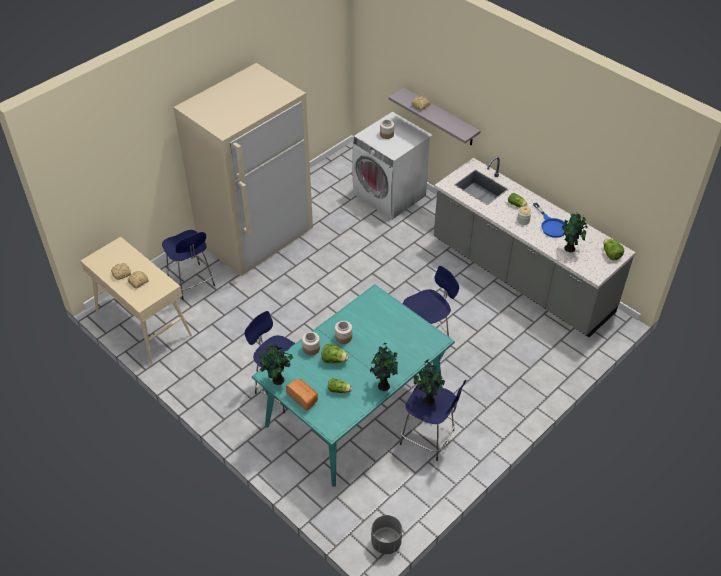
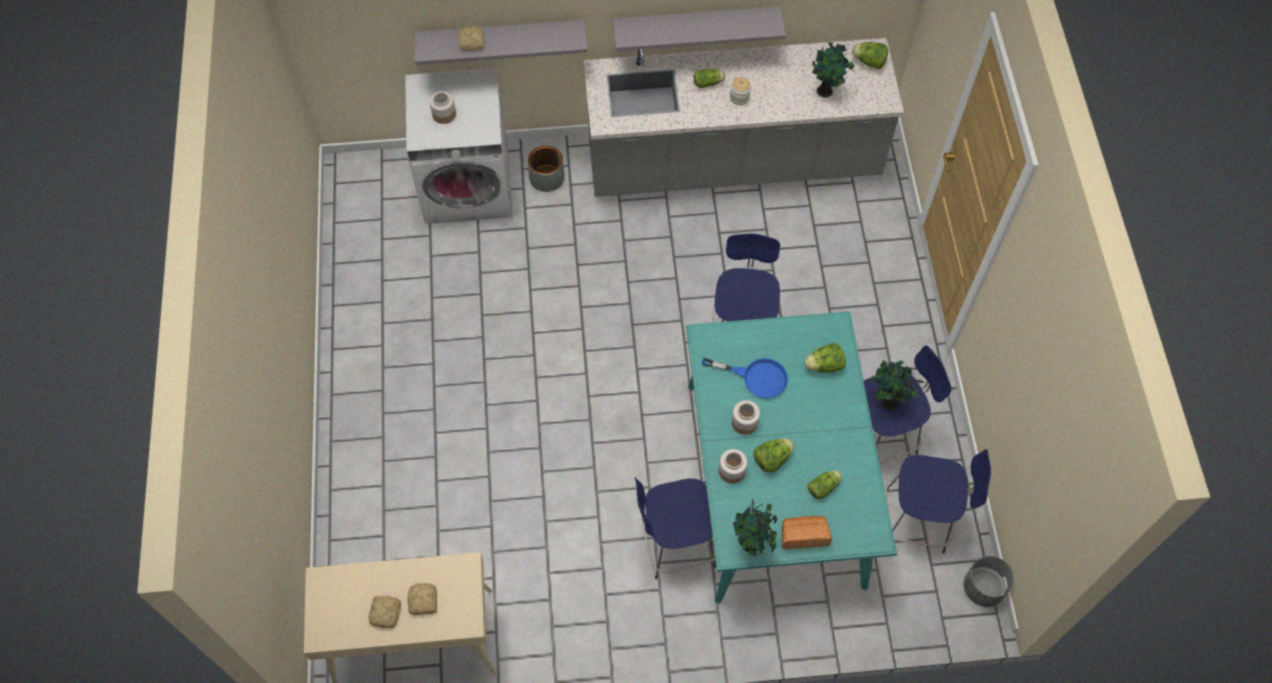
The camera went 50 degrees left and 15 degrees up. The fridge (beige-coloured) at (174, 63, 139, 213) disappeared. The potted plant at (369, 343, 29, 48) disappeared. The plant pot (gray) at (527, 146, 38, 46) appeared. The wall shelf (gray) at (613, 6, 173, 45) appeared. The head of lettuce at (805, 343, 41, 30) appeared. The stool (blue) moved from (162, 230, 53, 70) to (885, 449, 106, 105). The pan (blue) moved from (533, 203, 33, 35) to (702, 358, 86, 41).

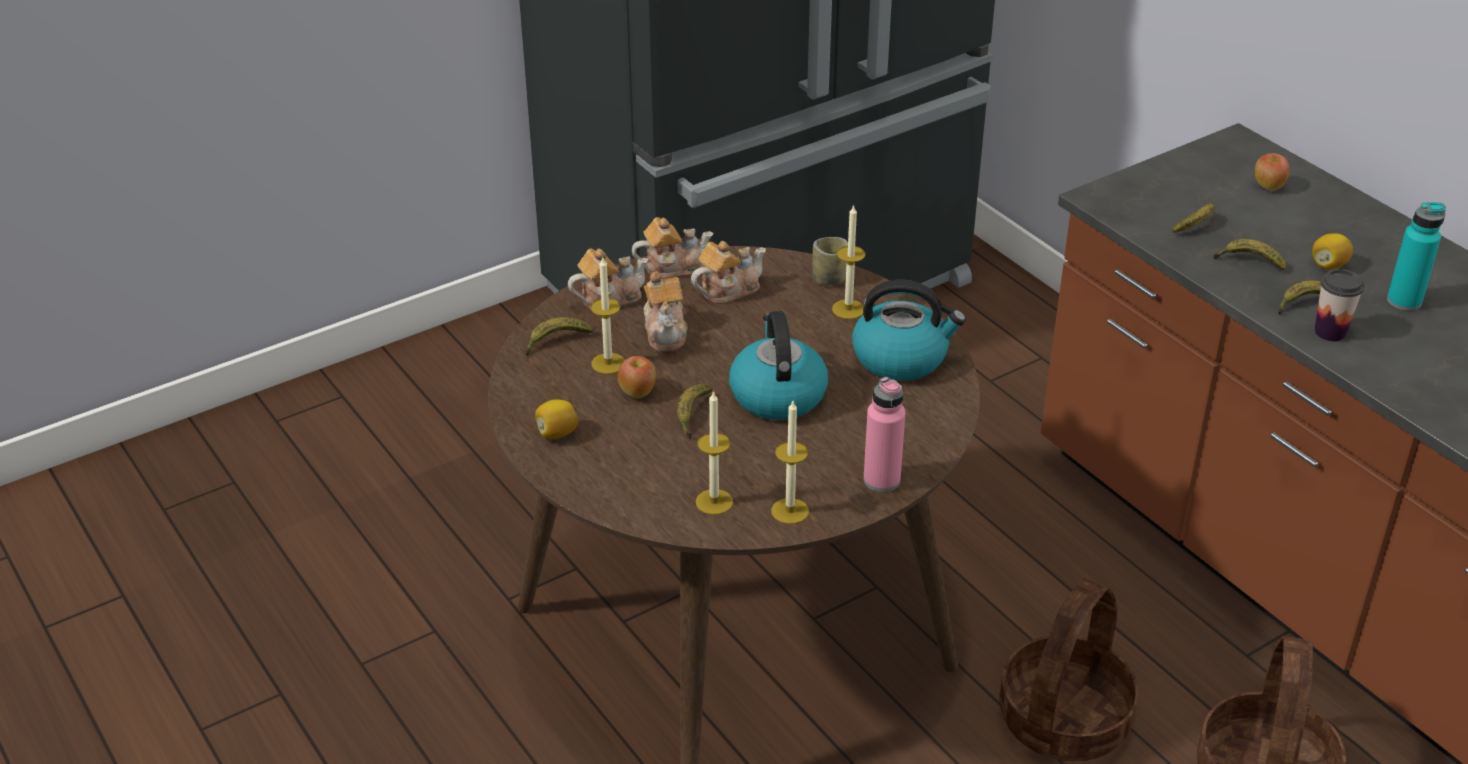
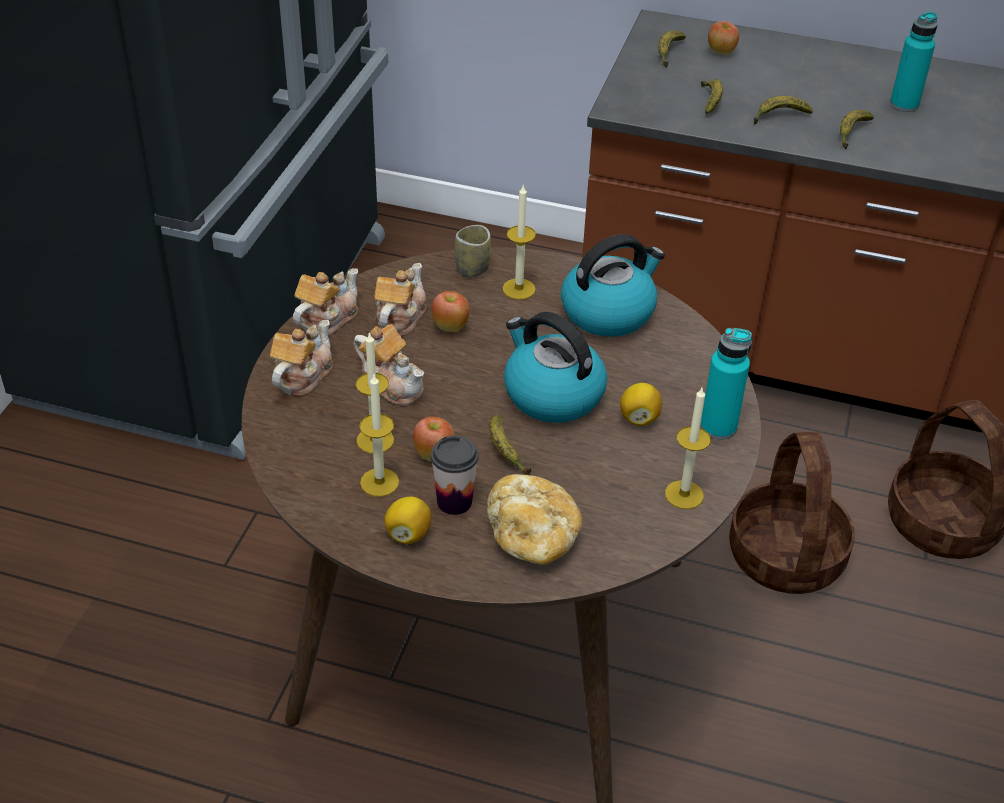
The camera went 40 degrees left and 5 degrees up. The whole apple at (432, 291, 38, 41) appeared. The bakery bread at (487, 474, 95, 91) appeared. The banana moved from (525, 317, 68, 39) to (658, 31, 28, 36). The candle moved from (696, 391, 37, 124) to (359, 375, 40, 122). The whole lemon moved from (1312, 233, 41, 37) to (620, 383, 42, 43). The cup moved from (1315, 269, 49, 73) to (431, 435, 48, 80). The drink bottle (pink) at (863, 377, 43, 115) became the drink bottle (turquoise) at (700, 328, 52, 112).

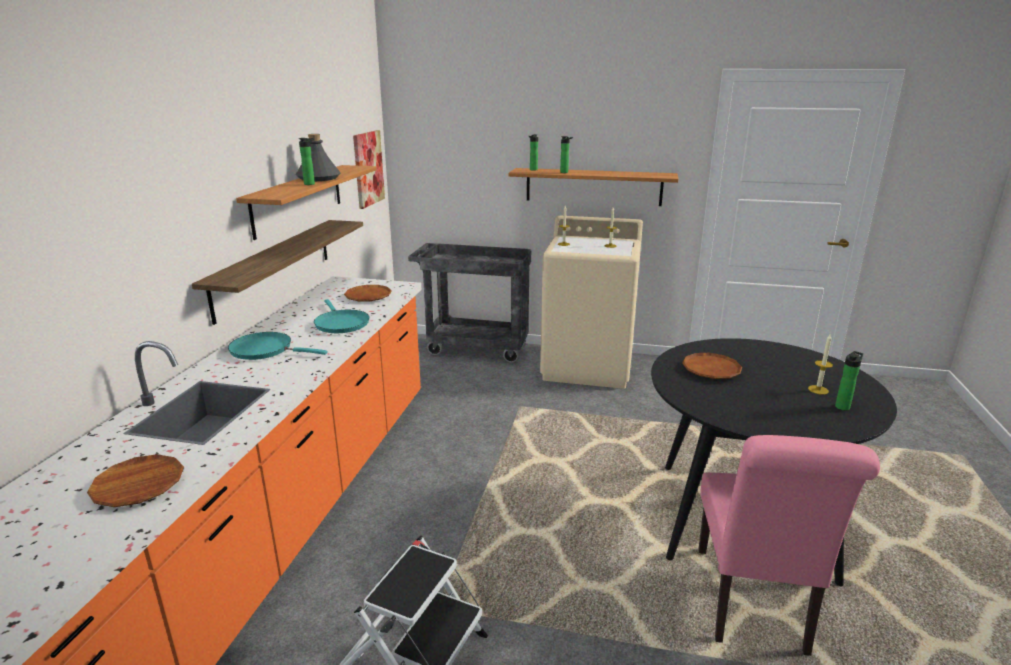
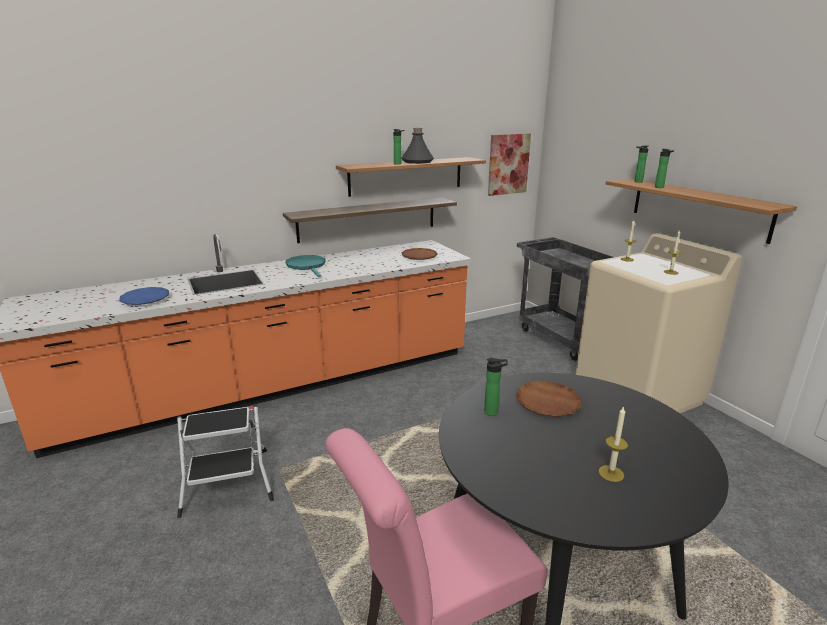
The camera went 50 degrees right and 0 degrees up. The pan (turquoise) at (314, 299, 55, 34) disappeared. The drink bottle moved from (835, 351, 28, 60) to (484, 358, 24, 58). The dinner plate (brown) at (87, 454, 97, 53) became the dinner plate (blue) at (119, 287, 50, 18).

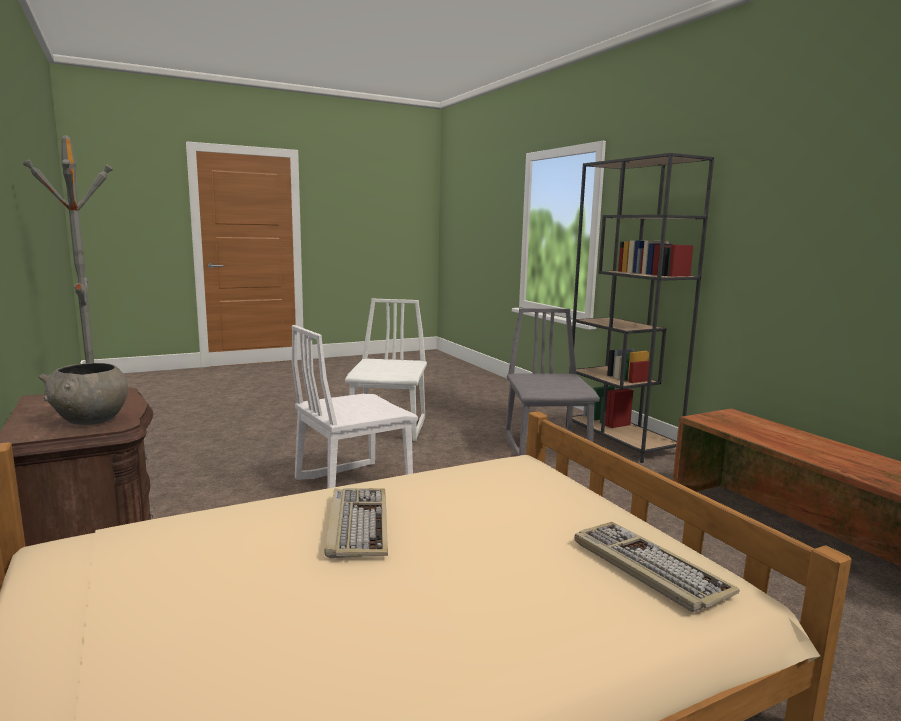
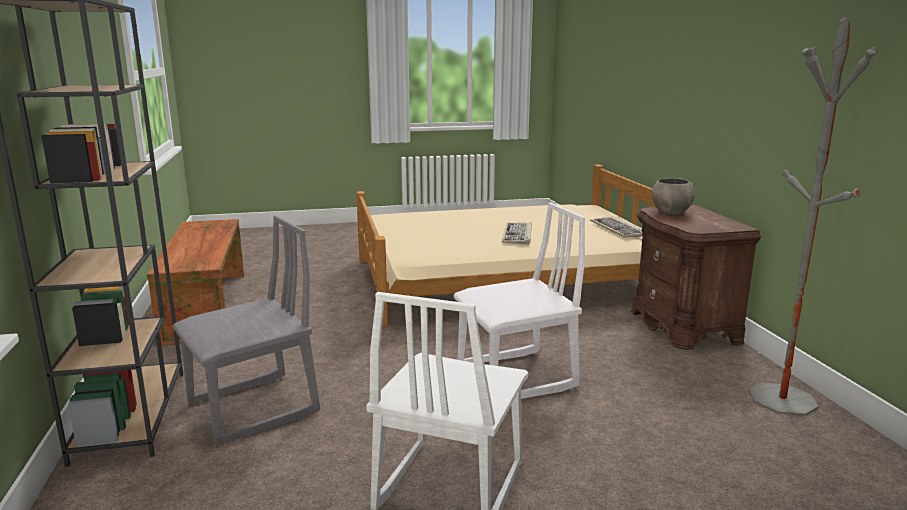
The camera went 165 degrees left and 5 degrees up. The computer keyboard moved from (574, 522, 166, 91) to (590, 216, 53, 22). The chair (gray) at (505, 308, 95, 148) turned 135 degrees counterclockwise.

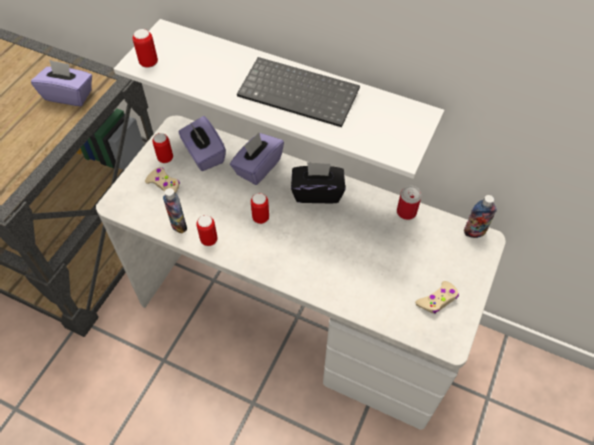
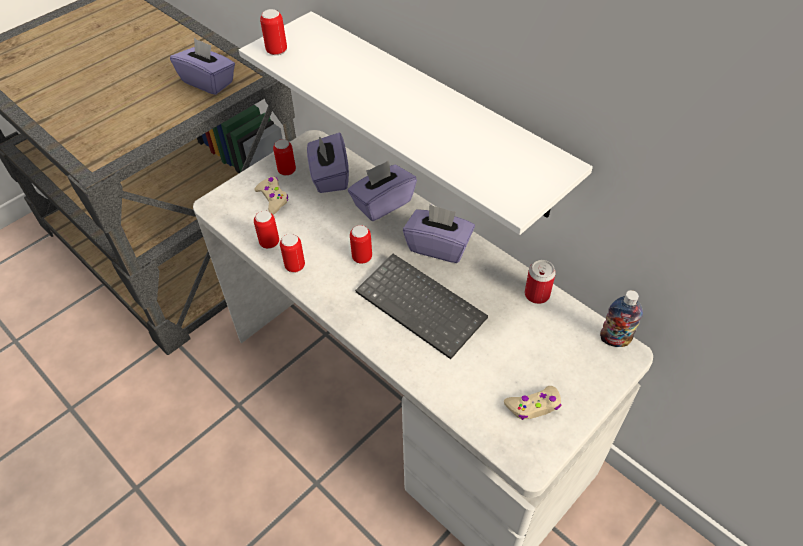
The camera went 20 degrees right and 5 degrees down. The computer keyboard moved from (237, 57, 123, 70) to (355, 254, 133, 105). The drink bottle at (163, 188, 24, 45) was replaced by the metal can at (254, 211, 25, 38). The box of tissues (black-coloured) at (291, 162, 54, 42) became the box of tissues (purplish) at (403, 204, 72, 59).

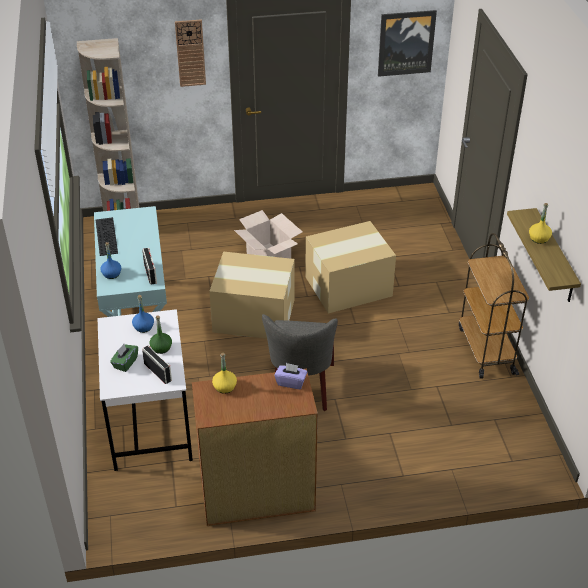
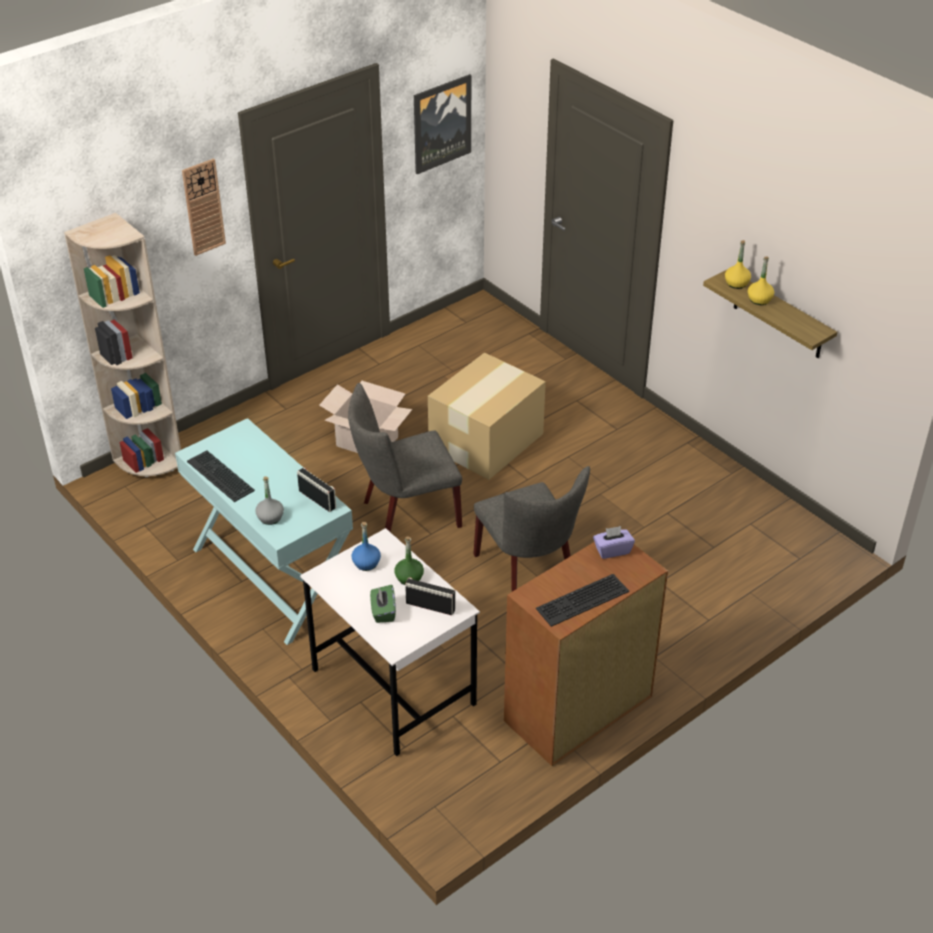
The camera went 30 degrees left and 0 degrees up. The trolley (brown) at (459, 233, 70, 146) disappeared. The computer keyboard at (536, 574, 93, 53) appeared. The drink bottle (yellowish) moved from (212, 353, 25, 41) to (725, 240, 26, 49). The cardboard box at (209, 251, 86, 88) was replaced by the chair (gray) at (348, 383, 114, 149). The drink bottle (blue) at (100, 242, 21, 37) became the drink bottle (gray) at (255, 476, 29, 49).

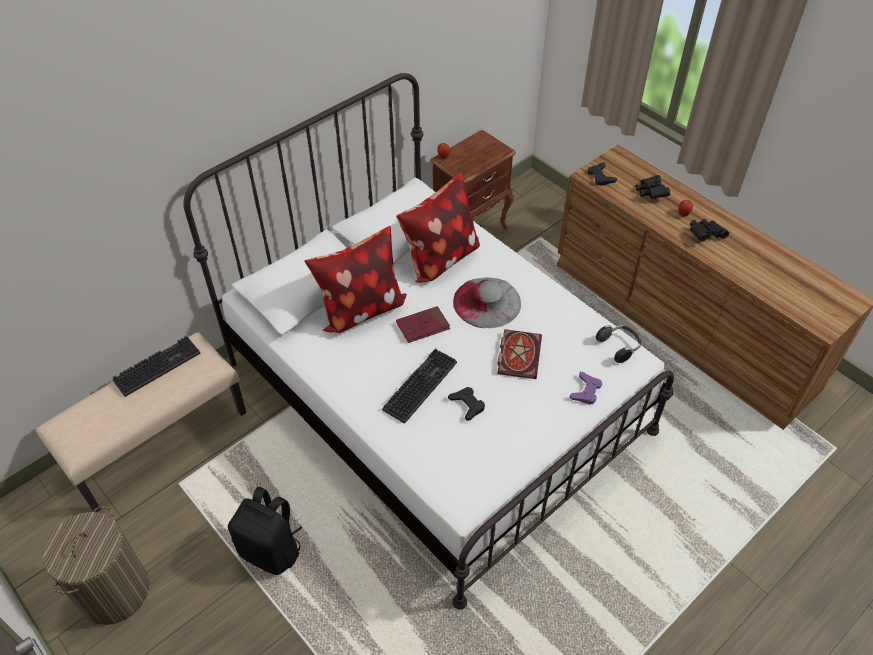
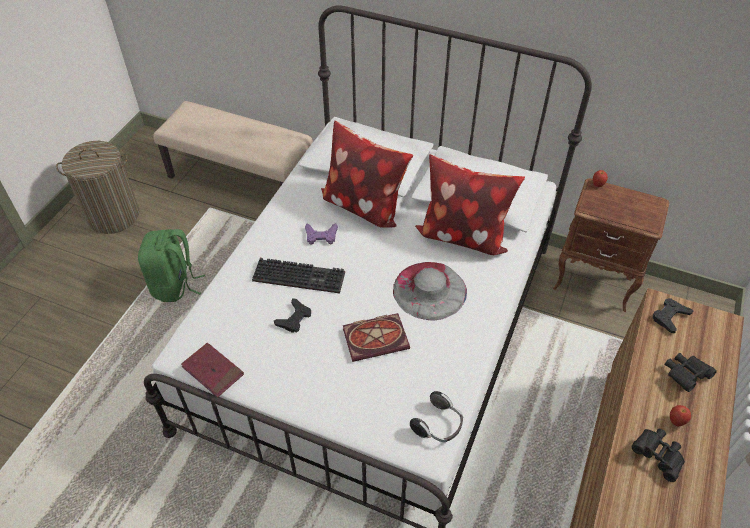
The camera went 65 degrees right and 0 degrees up. The computer keyboard at (112, 336, 89, 61) disappeared. The volume (red-coloured) moved from (396, 306, 54, 37) to (181, 343, 63, 55). The joypad (purplish) moved from (570, 372, 32, 33) to (305, 223, 33, 22). The rucksack (black-coloured) at (228, 487, 74, 88) became the rucksack (greenish) at (138, 229, 67, 73).

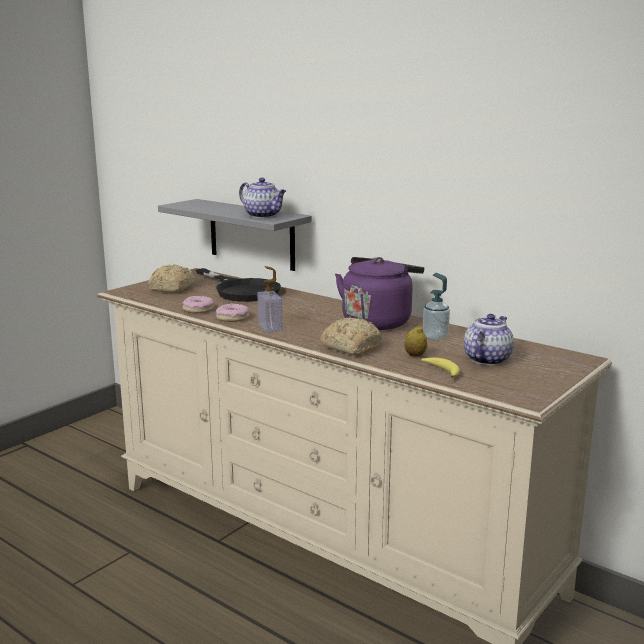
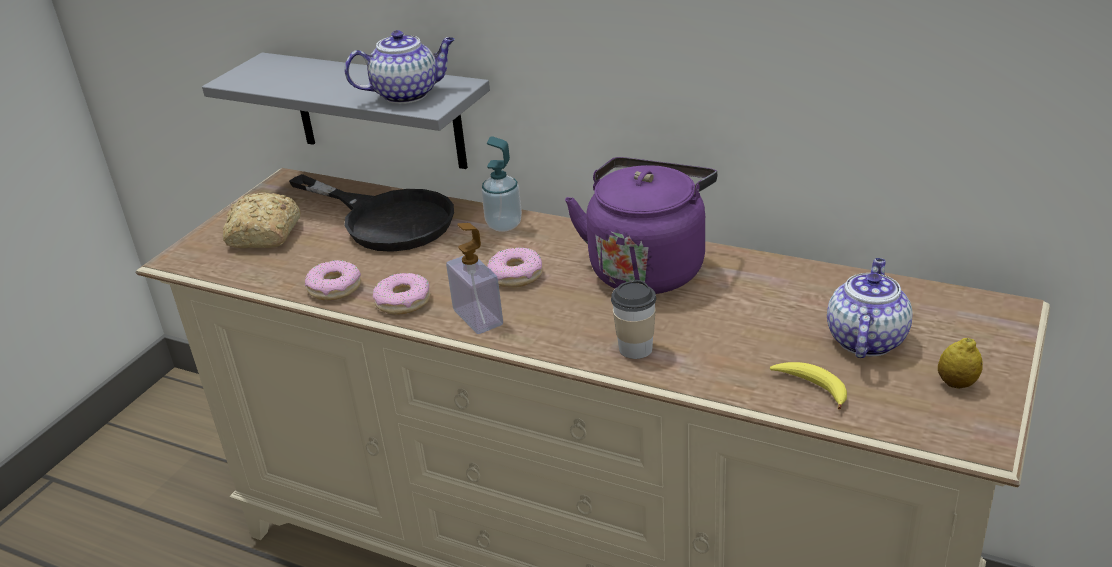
The camera went 10 degrees left and 15 degrees up. The ring doughnut at (487, 248, 56, 39) appeared. The whole lemon moved from (404, 326, 23, 31) to (938, 337, 45, 51). The liquid soap bottle moved from (423, 273, 27, 67) to (481, 136, 41, 96). The bakery bread at (320, 318, 62, 37) was replaced by the cup at (611, 280, 45, 79). The pot for tea at (239, 178, 47, 40) turned 45 degrees counterclockwise.

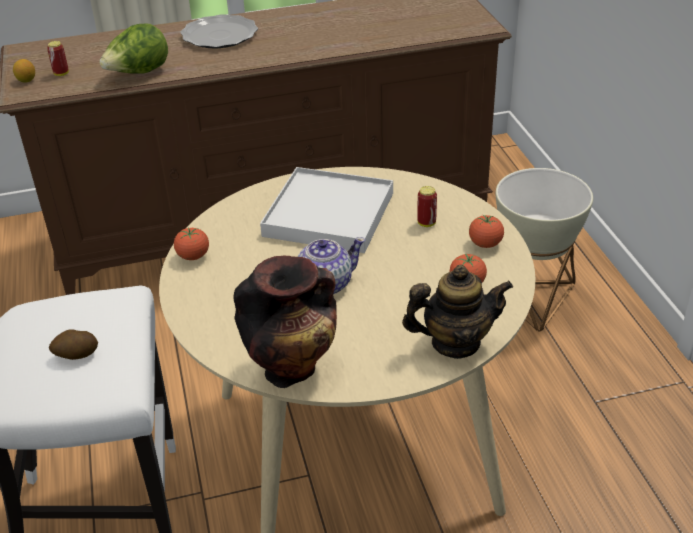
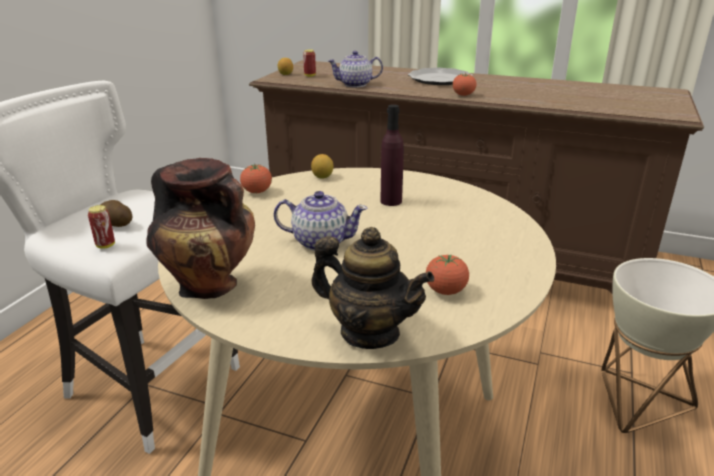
The camera went 35 degrees right and 10 degrees down. The whole lemon at (311, 154, 22, 25) appeared. The metal can moved from (417, 186, 20, 41) to (88, 205, 27, 44). The fresh tomato moved from (469, 215, 35, 33) to (453, 72, 23, 24). The head of lettuce at (99, 24, 69, 49) was replaced by the pot for tea at (327, 51, 56, 36). The serving tray (white) at (260, 167, 133, 86) was replaced by the drink bottle (purplish) at (380, 104, 24, 102).

